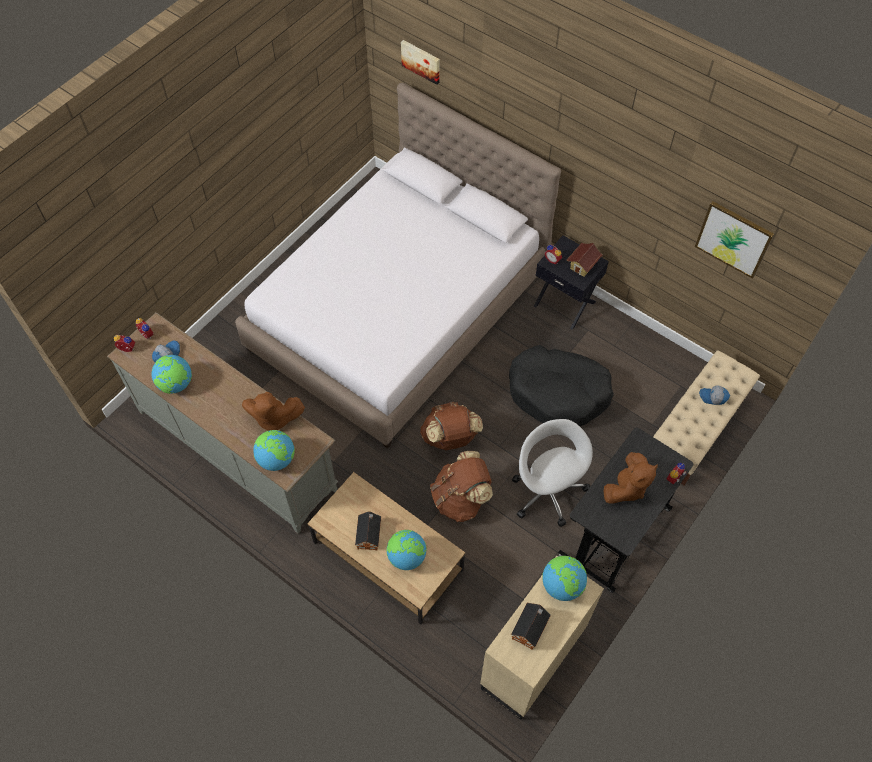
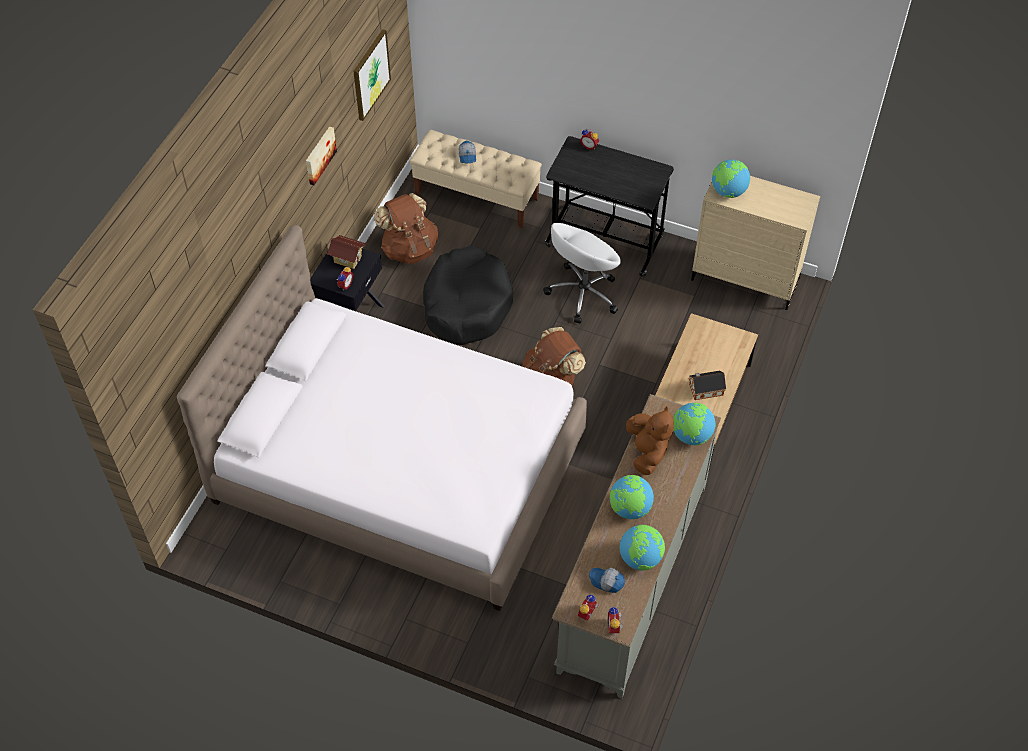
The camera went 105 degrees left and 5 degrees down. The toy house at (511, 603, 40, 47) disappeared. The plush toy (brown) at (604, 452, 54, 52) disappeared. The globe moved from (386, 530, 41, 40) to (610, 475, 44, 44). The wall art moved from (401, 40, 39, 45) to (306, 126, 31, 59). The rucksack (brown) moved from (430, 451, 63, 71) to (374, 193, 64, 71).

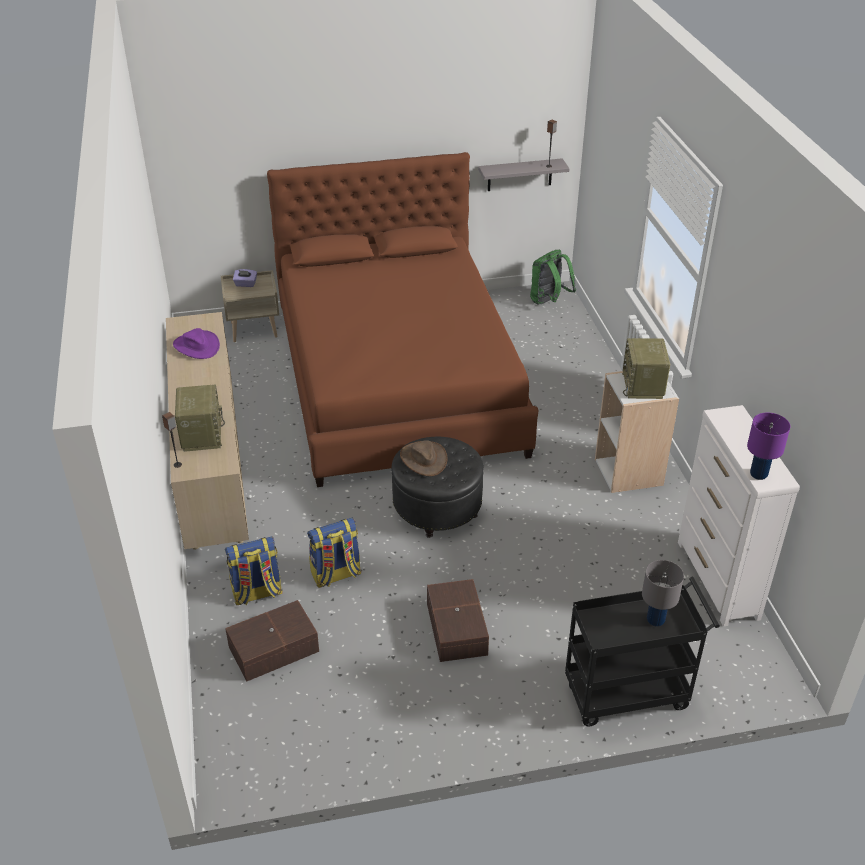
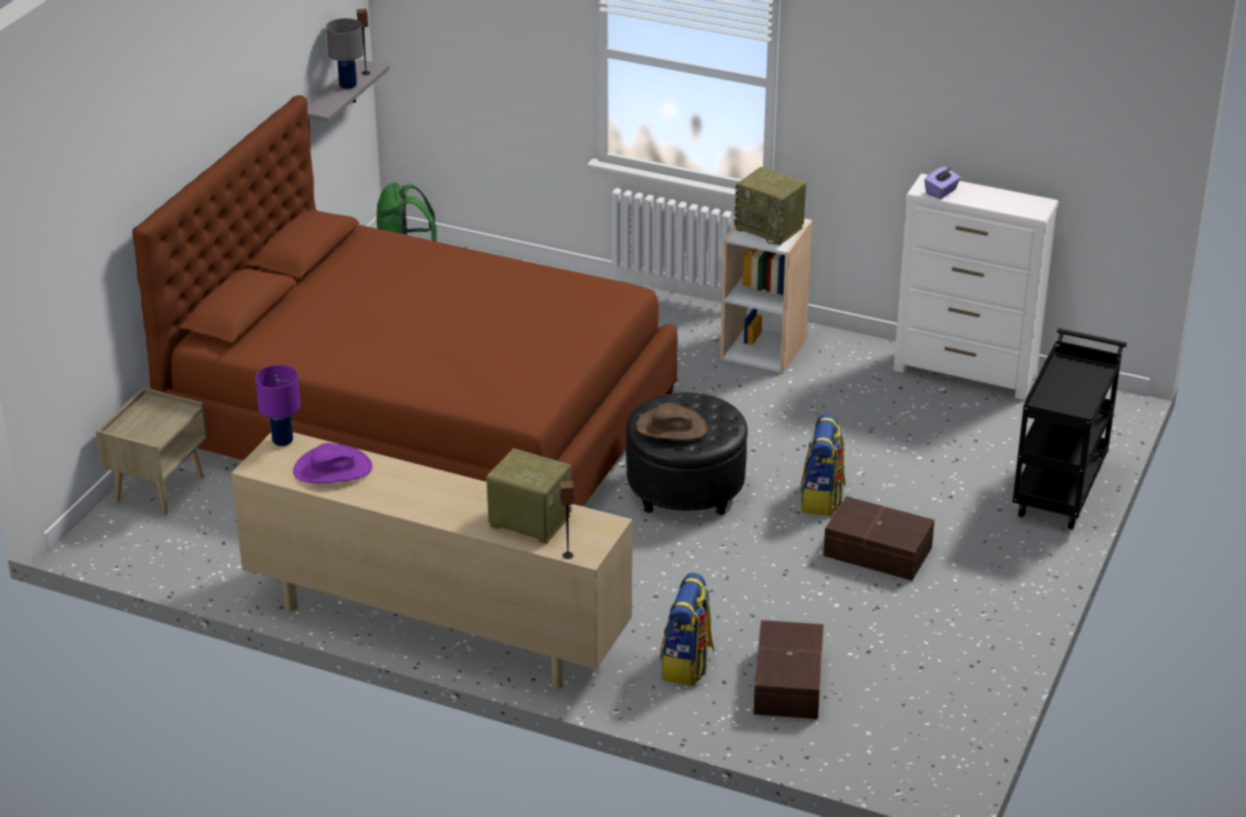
The camera went 55 degrees left and 5 degrees down. The box of tissues (purplish) moved from (233, 269, 24, 18) to (924, 167, 37, 32). The rucksack moved from (307, 518, 54, 70) to (800, 413, 45, 103). The table lamp (gray) moved from (642, 560, 42, 67) to (326, 18, 37, 71). The table lamp (purplish) moved from (747, 412, 43, 68) to (255, 365, 46, 81).

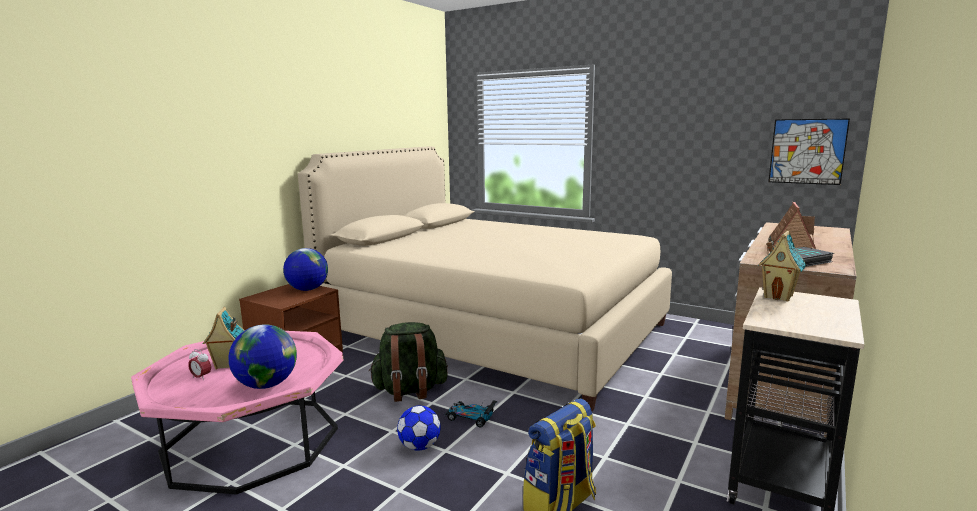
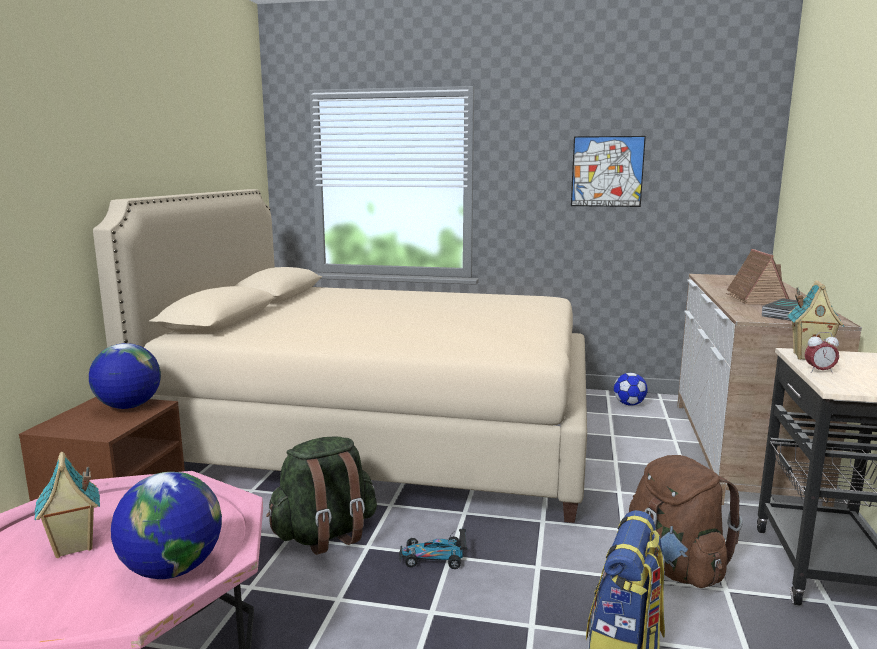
The camera went 20 degrees left and 0 degrees up. The rucksack (brown) at (629, 455, 114, 133) appeared. The alarm clock moved from (188, 349, 23, 32) to (805, 332, 34, 41). The football ball moved from (397, 406, 43, 45) to (614, 373, 34, 33). The wall art moved from (768, 119, 82, 66) to (571, 136, 75, 71).

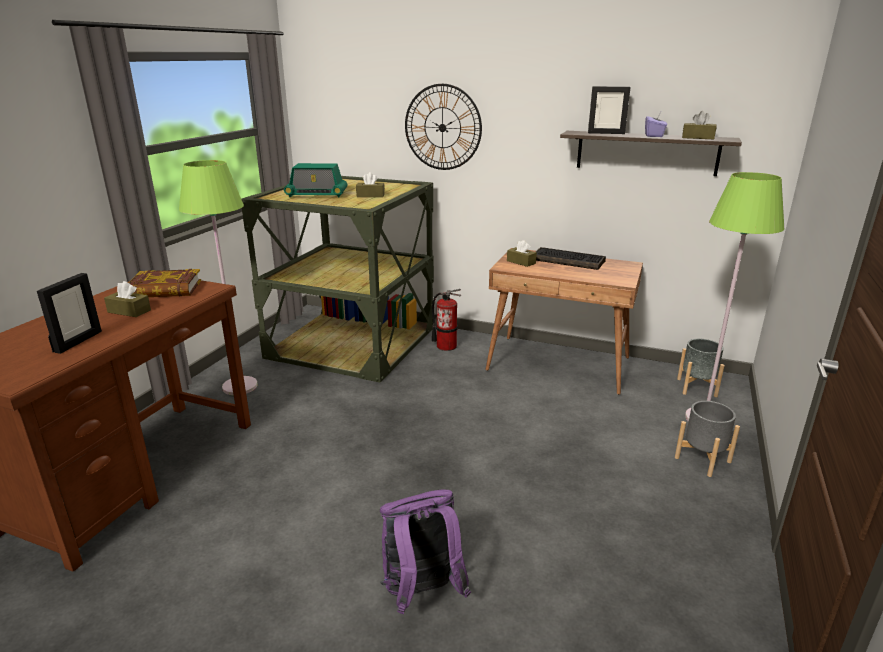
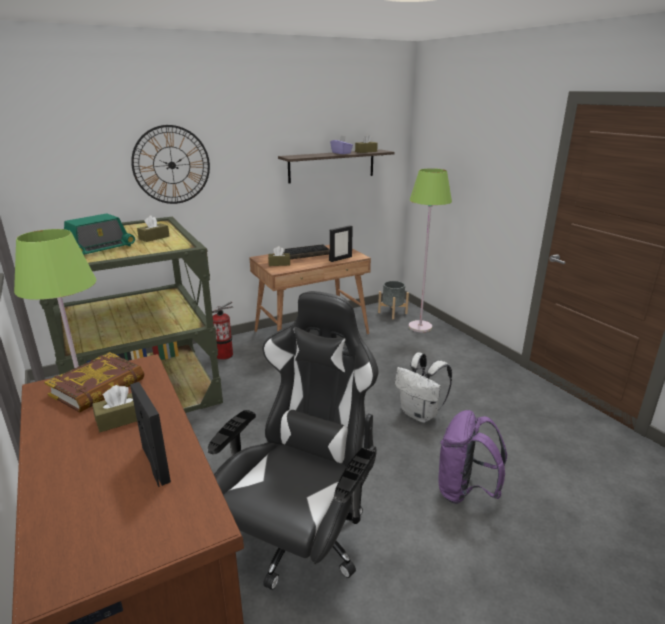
The camera went 50 degrees left and 0 degrees up. The plant pot (gray) at (675, 401, 65, 76) disappeared. The desk chair (black-coloured) at (207, 291, 172, 299) appeared. The rucksack (white) at (395, 352, 57, 71) appeared. The picture frame moved from (588, 86, 43, 48) to (329, 225, 24, 37).

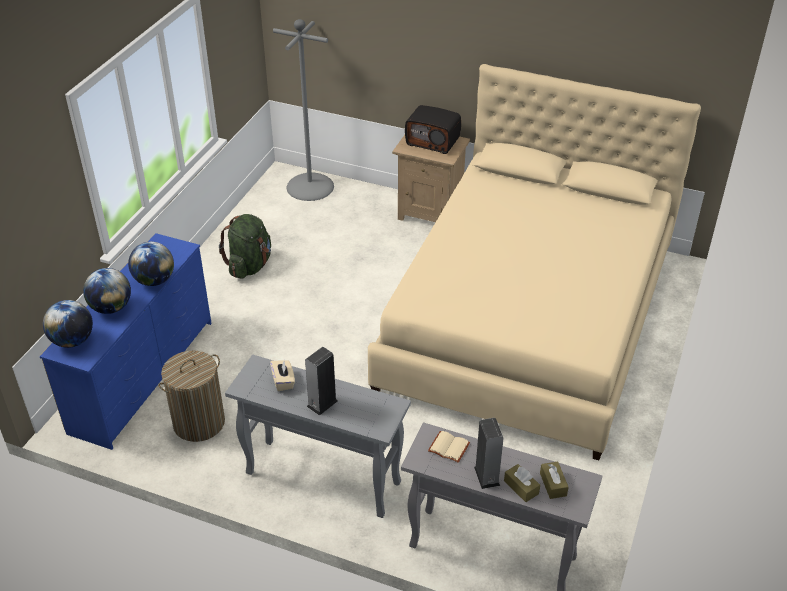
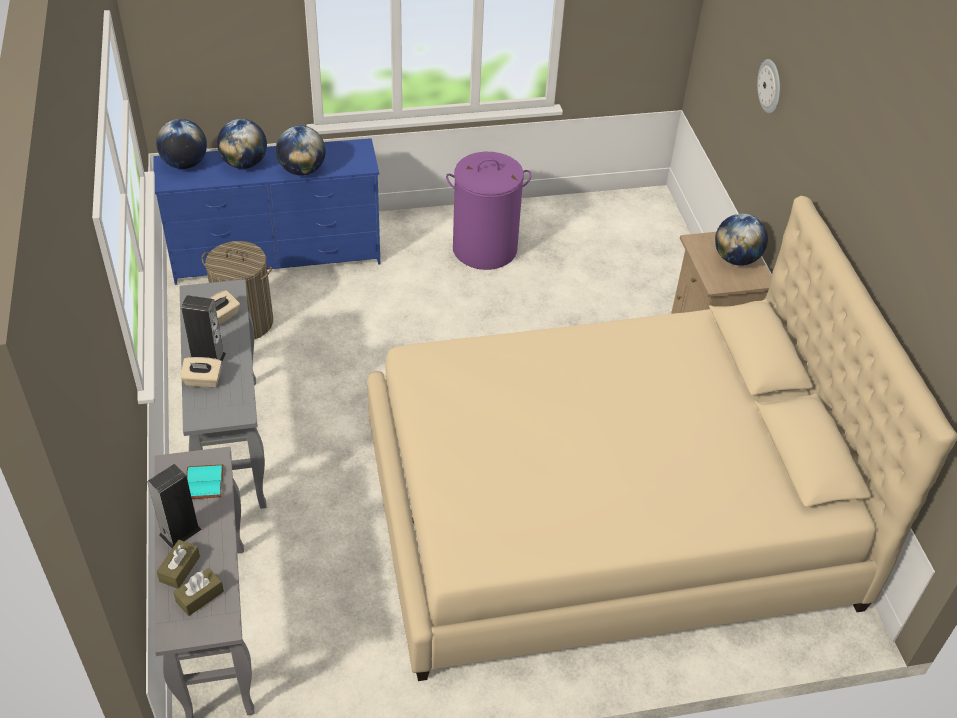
The camera went 55 degrees right and 5 degrees up. The garment rack (gray) at (273, 19, 61, 182) disappeared. The box of tissues (beige-coloured) at (180, 357, 42, 31) appeared. The clock on the wall at (757, 59, 23, 55) appeared. The rucksack (greenish) at (219, 214, 52, 65) was replaced by the washing basket (purplish) at (446, 152, 86, 118). The radio receiver at (405, 105, 56, 49) was replaced by the globe at (715, 214, 53, 52). The volume (beige-coloured) at (428, 431, 42, 32) became the volume (turquoise) at (186, 465, 37, 34).

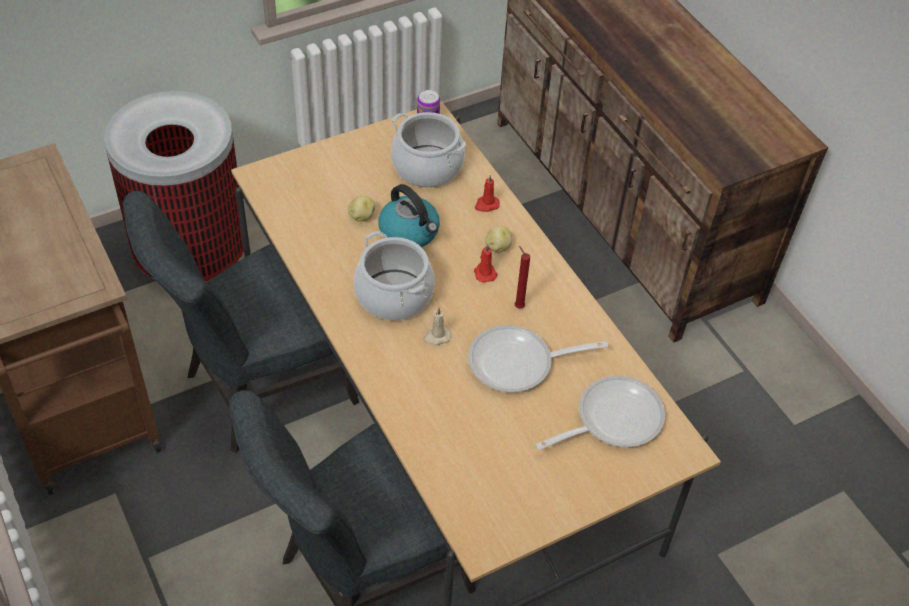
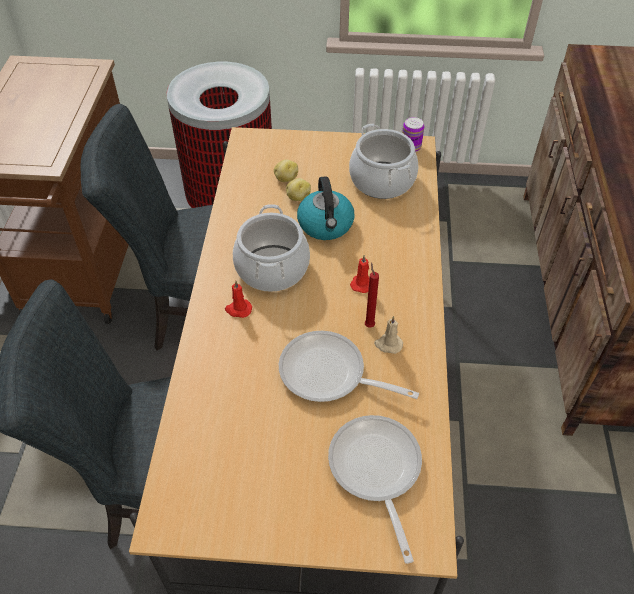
The camera went 35 degrees right and 0 degrees up. The candle (beige-coloured) moved from (423, 308, 28, 37) to (374, 316, 29, 38). The candle (red-coloured) moved from (475, 175, 25, 37) to (225, 281, 27, 37). The spud moved from (485, 226, 27, 27) to (274, 159, 24, 23). The pan at (535, 376, 130, 74) turned 105 degrees counterclockwise.

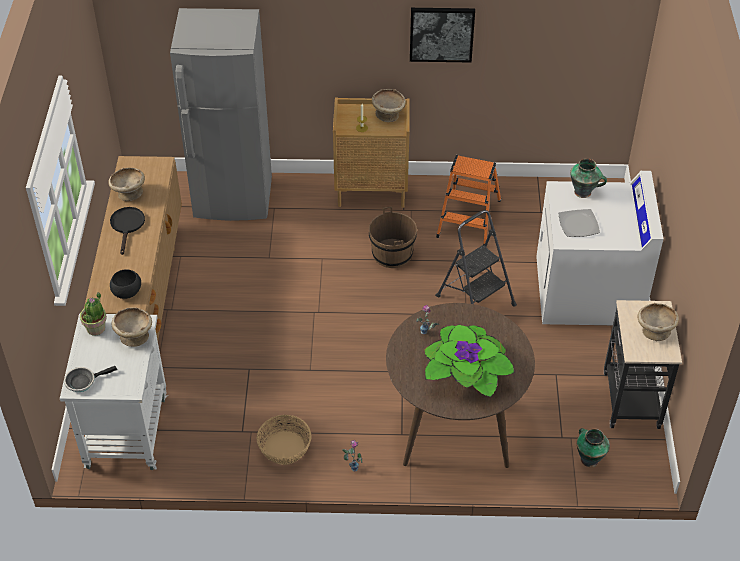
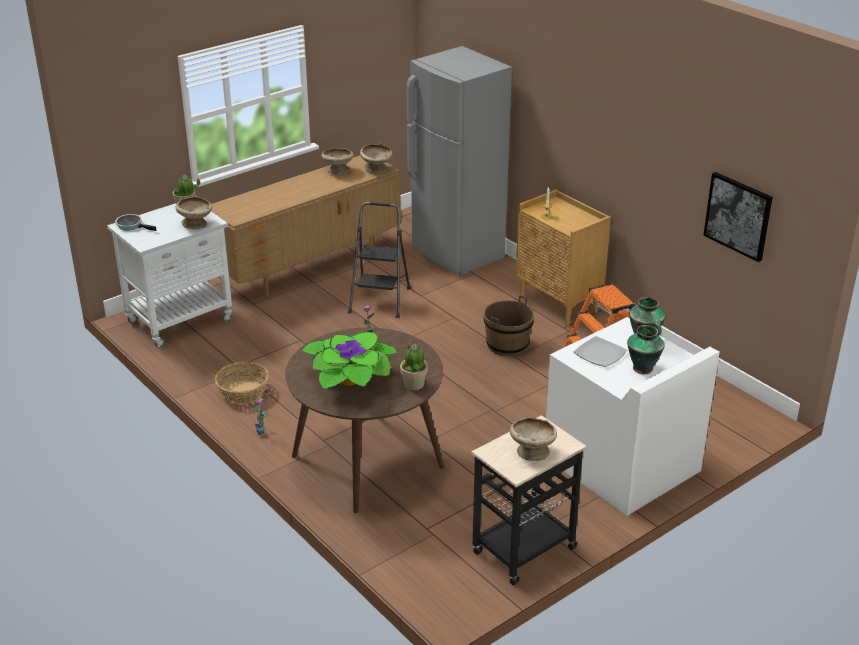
The camera went 50 degrees right and 15 degrees down. The pan (black-coloured) at (110, 207, 35, 48) disappeared. The serving bowl (black-coloured) at (110, 269, 31, 30) disappeared. The potted plant at (400, 343, 28, 47) appeared. The serving bowl (beige-coloured) moved from (372, 89, 34, 33) to (360, 144, 33, 30). The wall art moved from (410, 8, 65, 54) to (703, 172, 70, 90). The step stool (black-coloured) moved from (435, 210, 82, 97) to (348, 202, 63, 116). The decorative vase moved from (576, 428, 34, 39) to (627, 325, 38, 49).

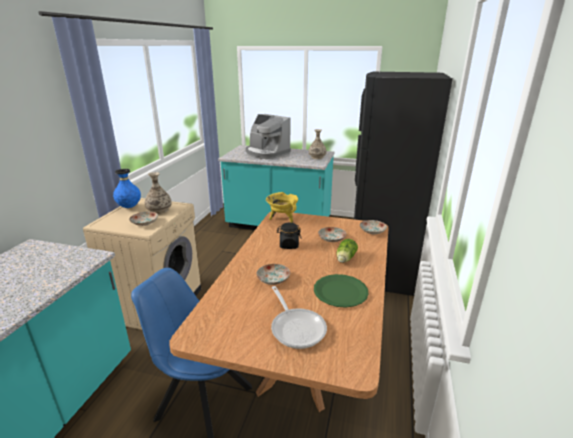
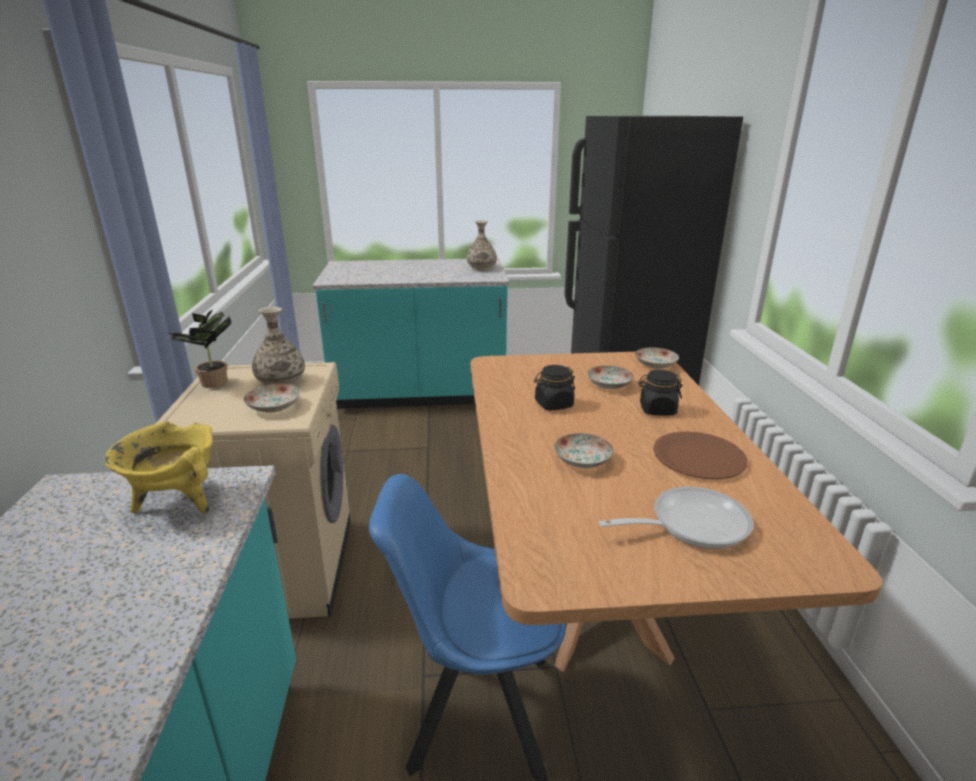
The camera went 20 degrees left and 0 degrees up. The coffee maker at (245, 114, 46, 45) disappeared. The cooking pot (yellowish) moved from (266, 192, 32, 31) to (104, 421, 109, 93). The decorative vase (blue) at (113, 169, 28, 39) was replaced by the potted plant at (168, 310, 64, 78). The head of lettuce at (336, 239, 22, 24) was replaced by the jar (black-coloured) at (638, 370, 45, 46). The dinner plate (greenish) at (314, 274, 55, 34) became the dinner plate (brown) at (653, 431, 95, 48). The pan at (271, 286, 56, 63) turned 60 degrees counterclockwise.

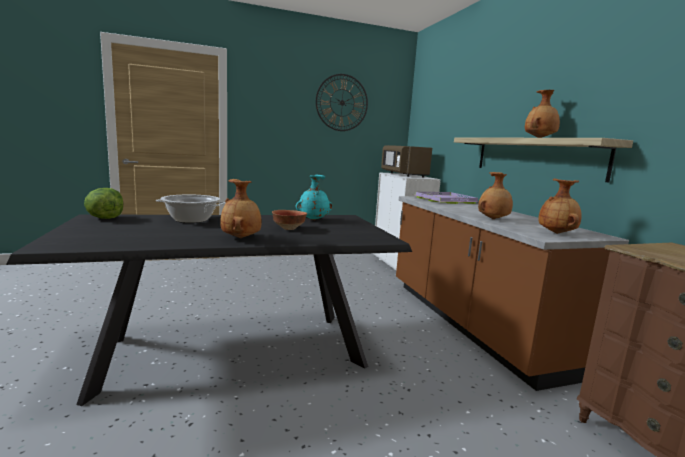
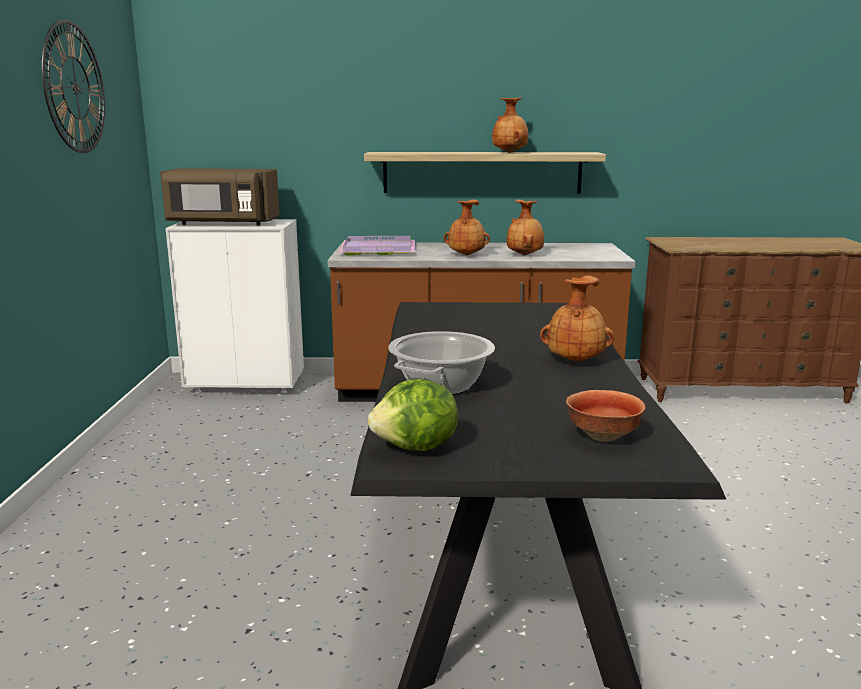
The camera went 70 degrees left and 5 degrees up. The decorative vase (turquoise) at (295, 175, 38, 45) disappeared. The serving bowl moved from (272, 210, 35, 20) to (566, 390, 79, 52). The decorative vase (brown) moved from (538, 179, 44, 55) to (444, 200, 46, 55).

